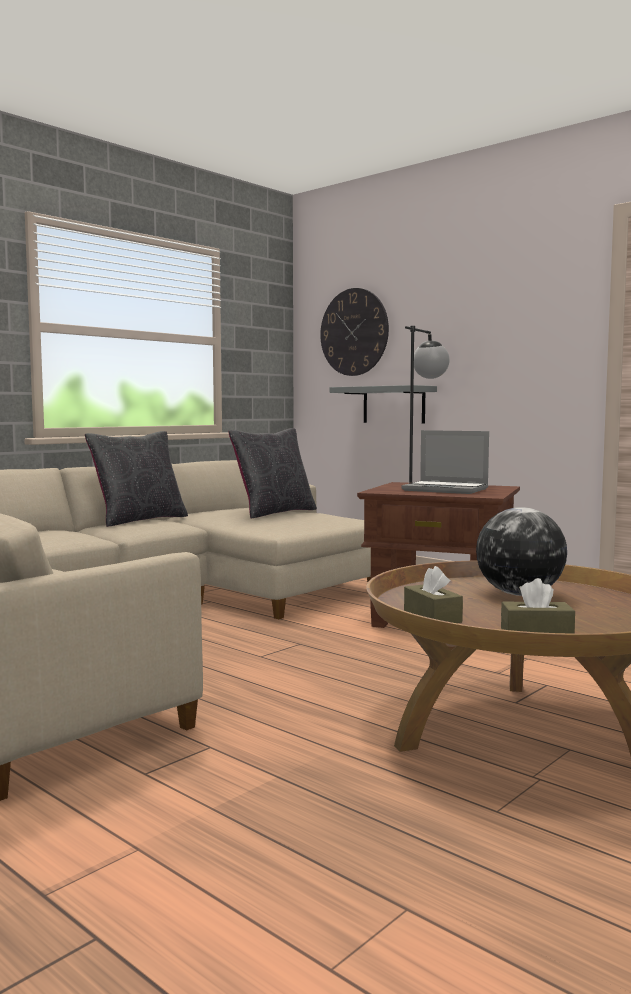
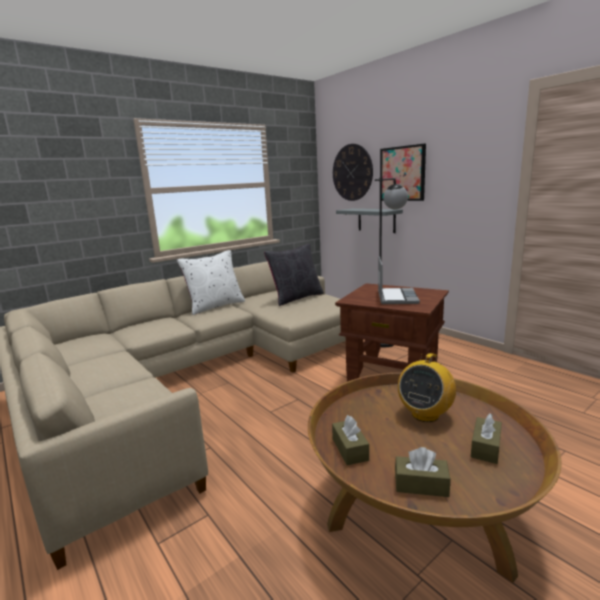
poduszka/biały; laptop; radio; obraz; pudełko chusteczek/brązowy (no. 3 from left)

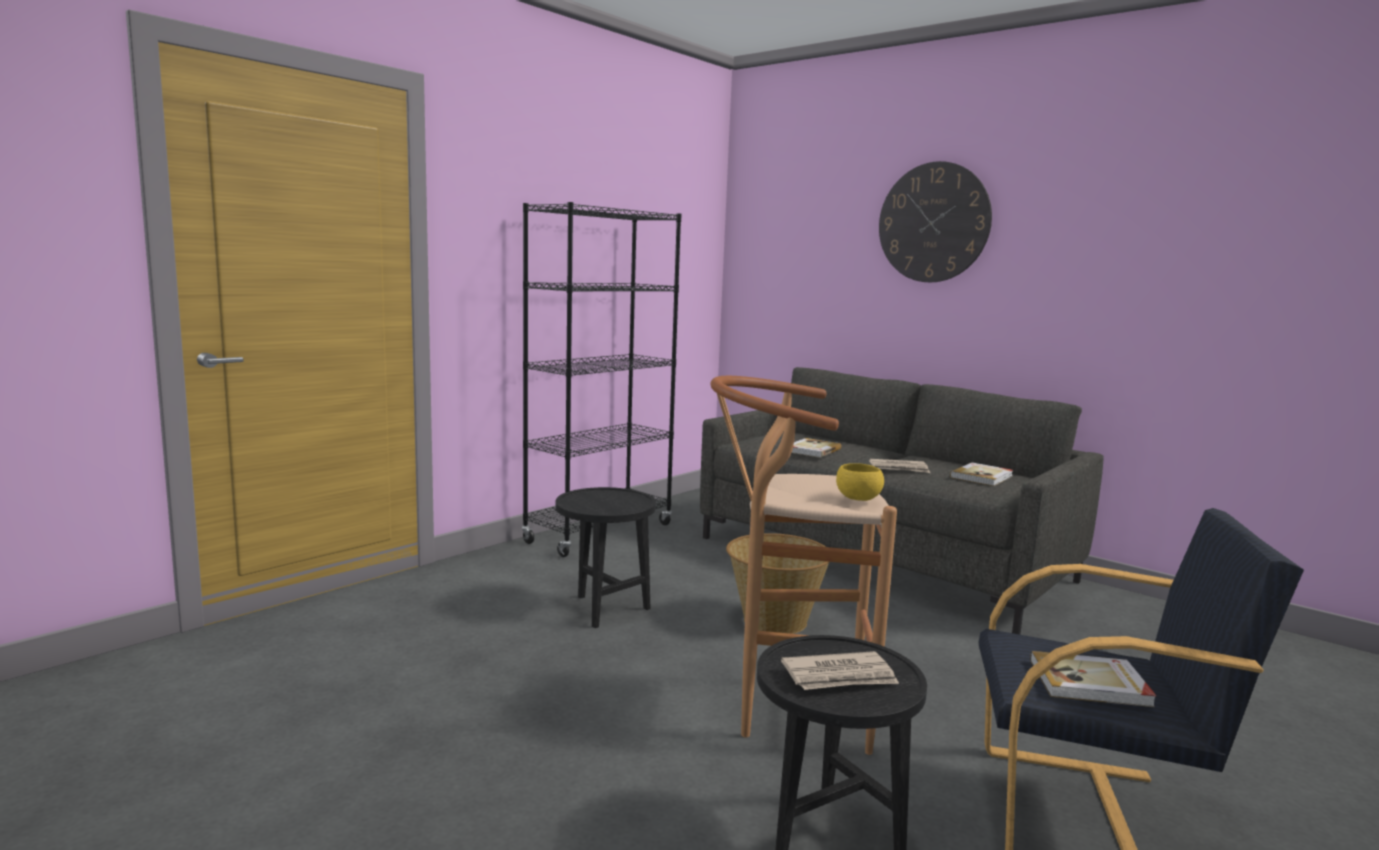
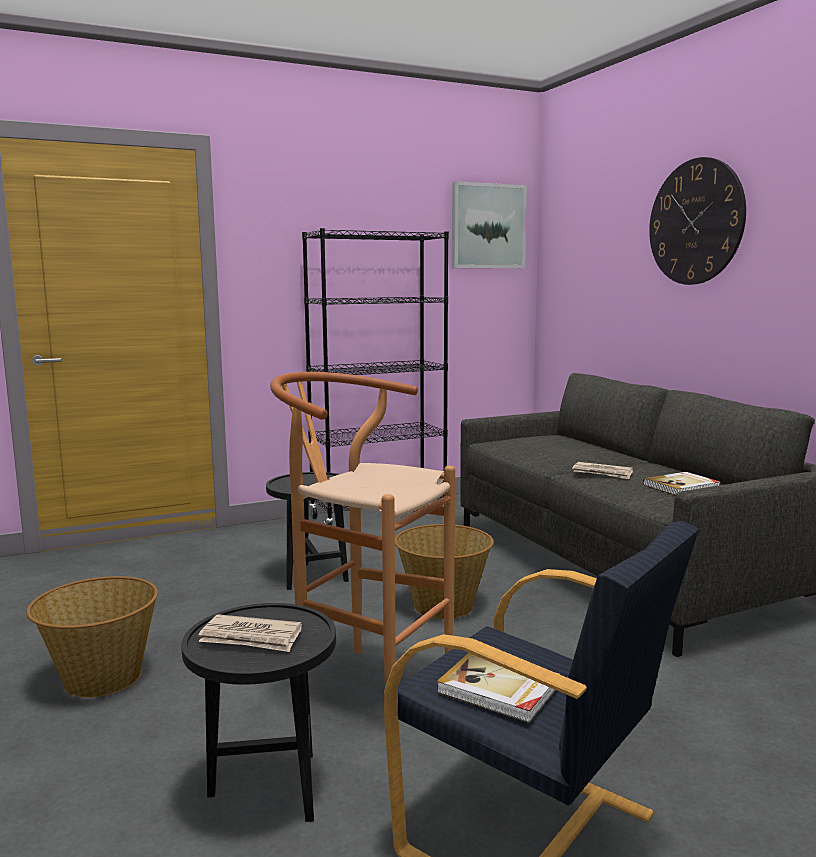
książka (no. 1 from left in the first image); miska/żółty; koszyk (no. 1 from left); obraz

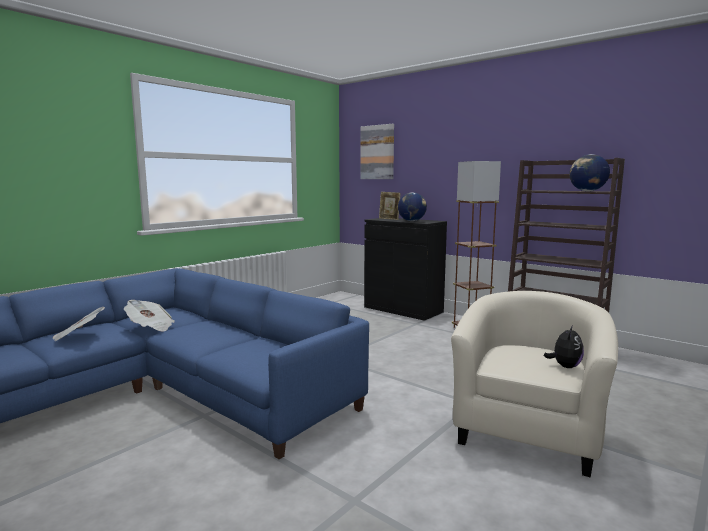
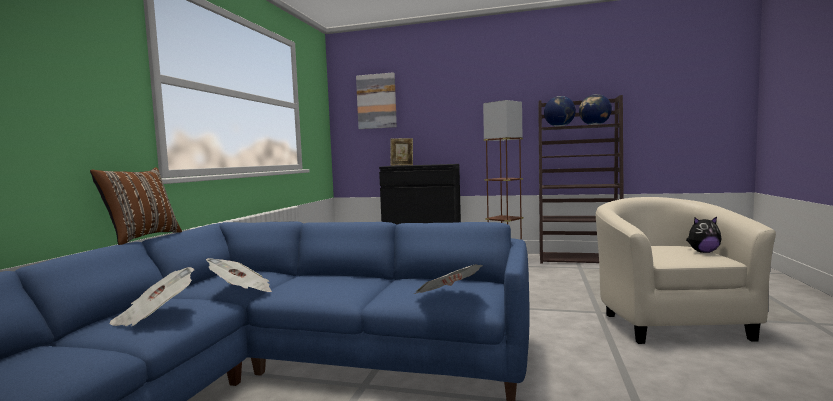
globus (no. 1 from left); pluszak; poduszka/brązowy; gazeta (no. 3 from left)

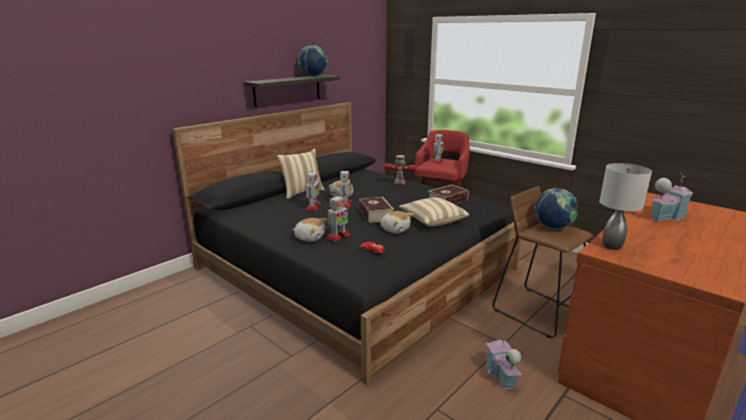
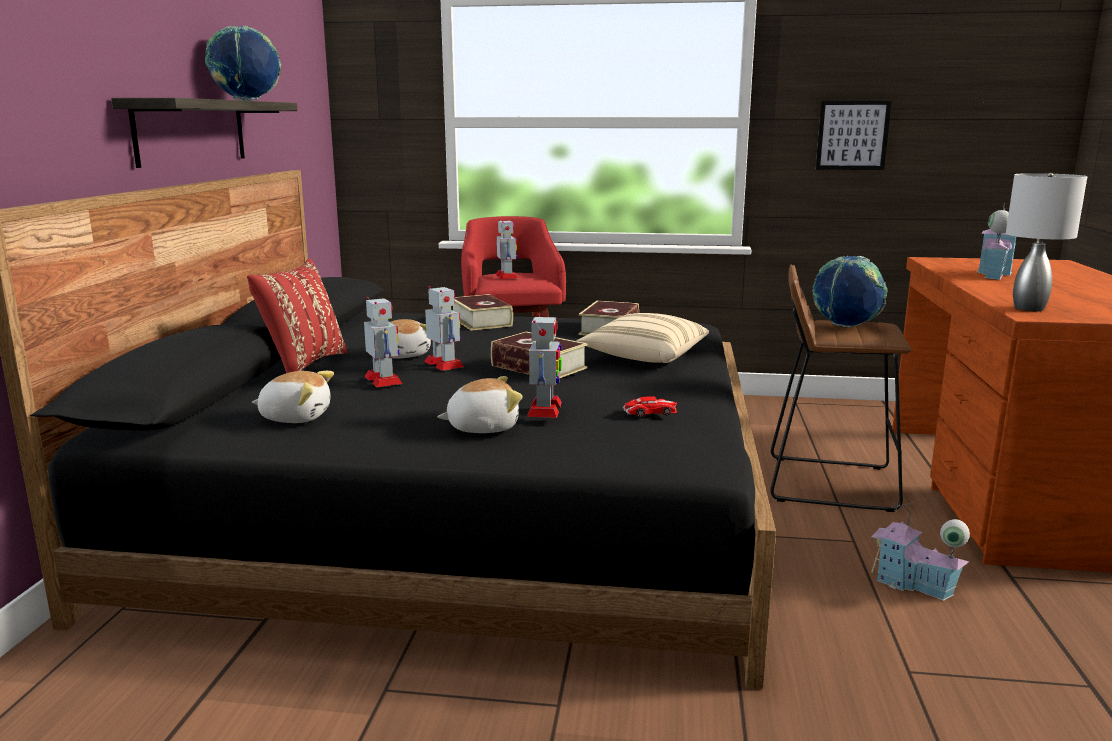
poduszka/czerwony; pluszak (no. 1 from left); książka (no. 1 from left); obraz

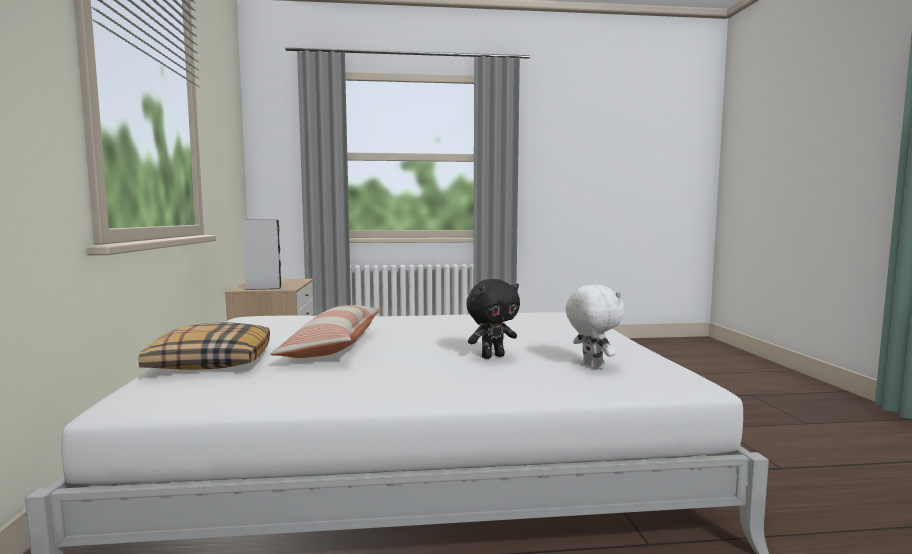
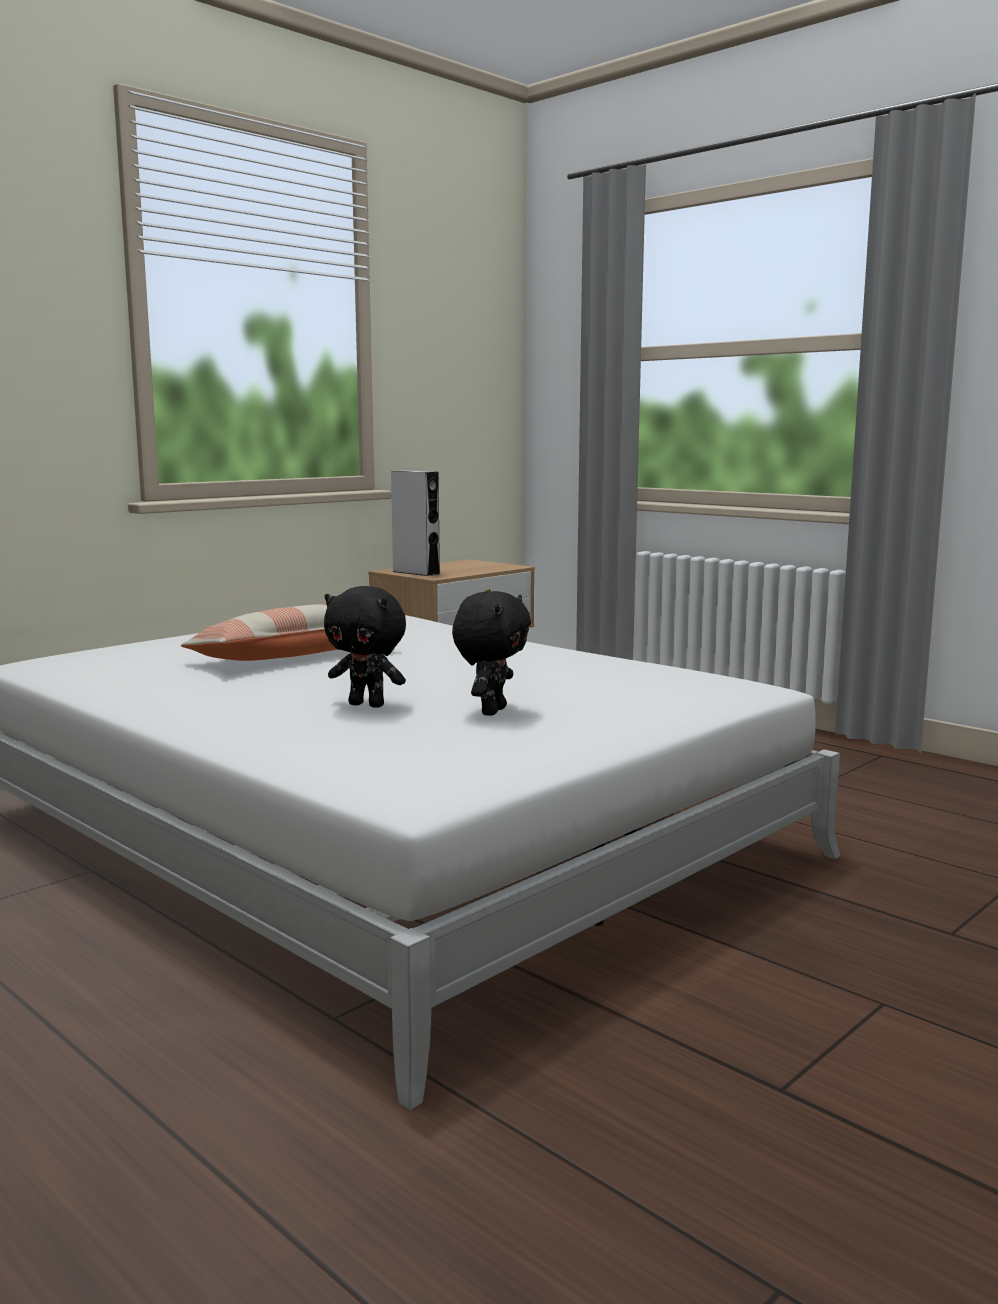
poduszka (no. 1 from left in the first image); pluszak/biały; pluszak/czarny (no. 2 from left)

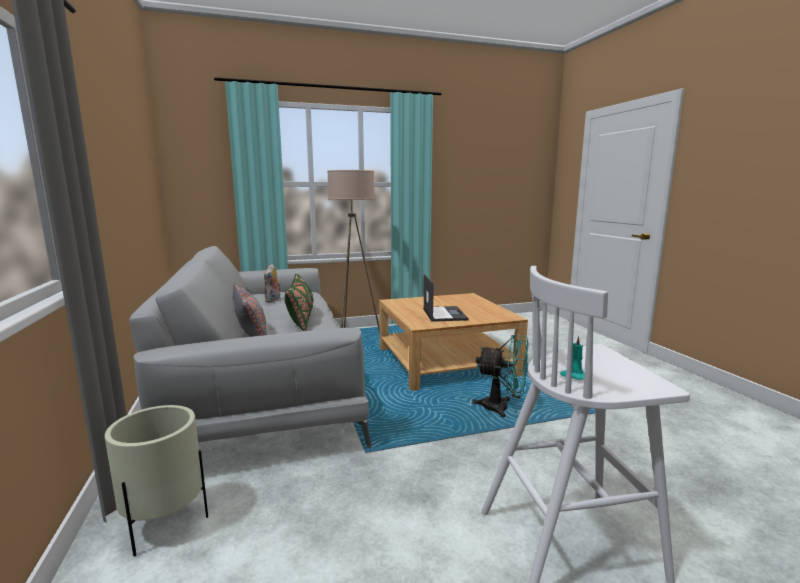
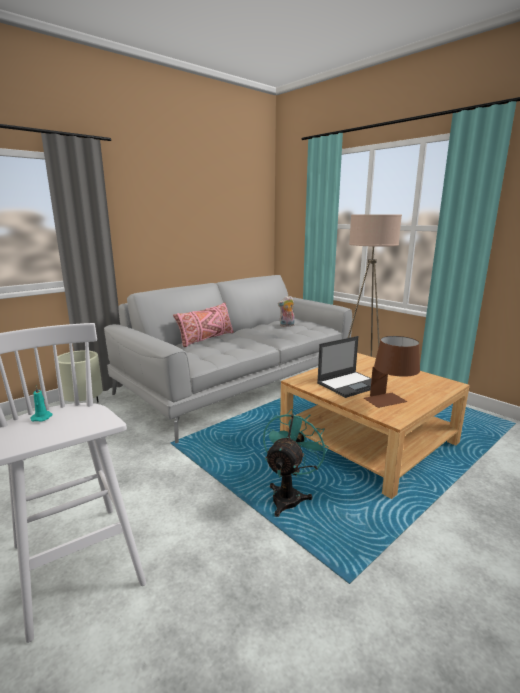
poduszka/różowy; poduszka/zielony; wentylator/turkusowy; lampa stołowa/brązowy

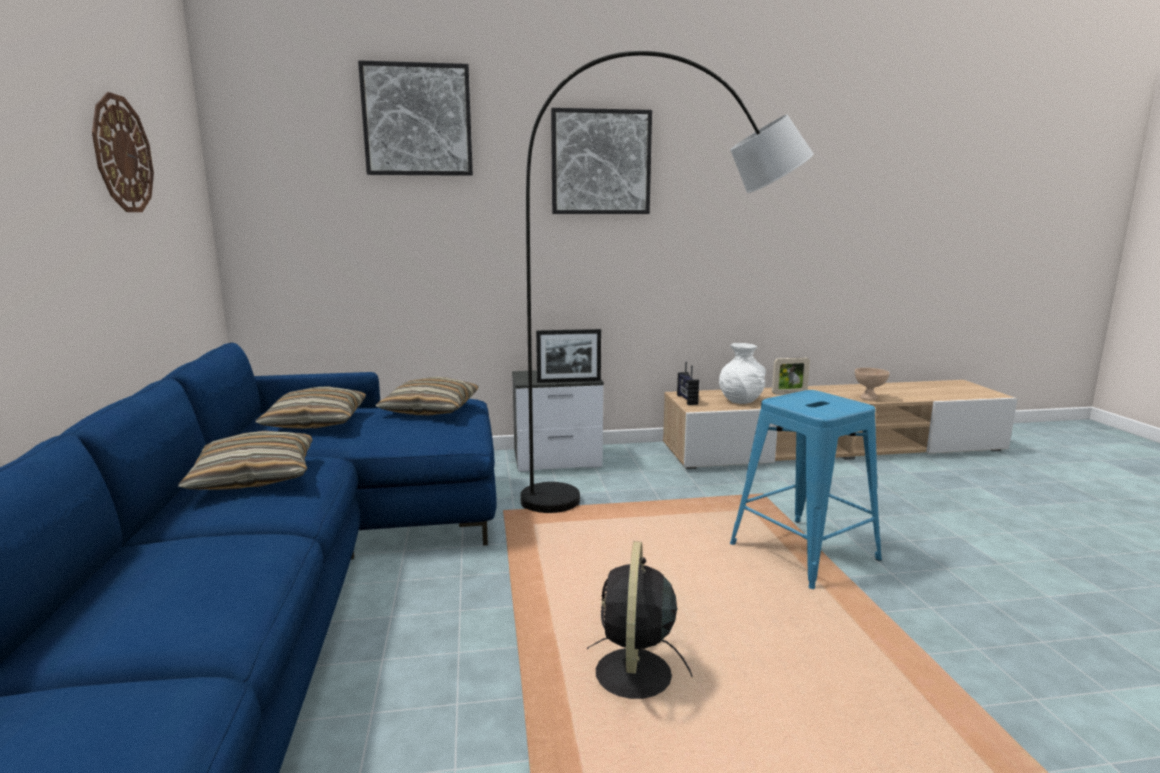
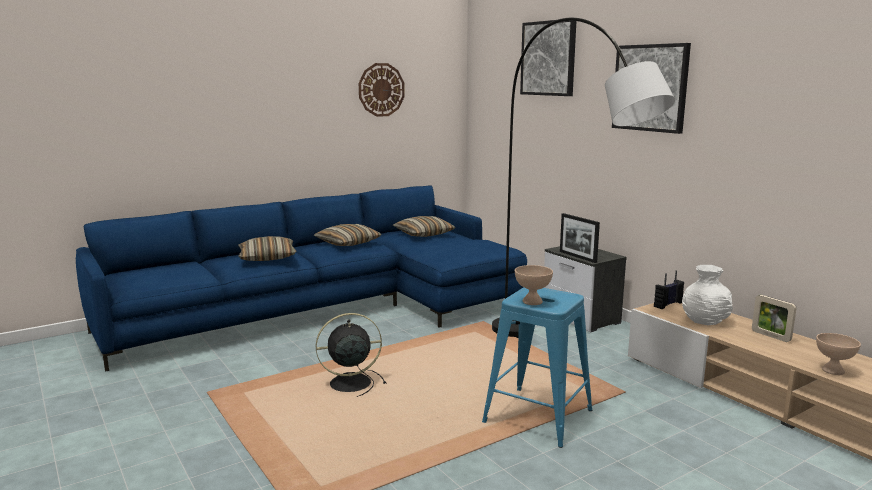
poduszka (no. 1 from left); miska/beżowy (no. 1 from left)

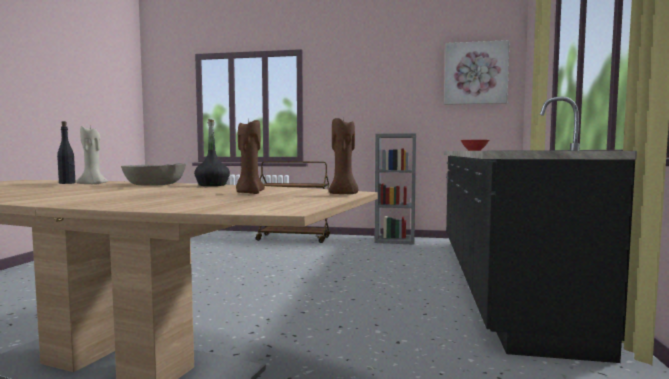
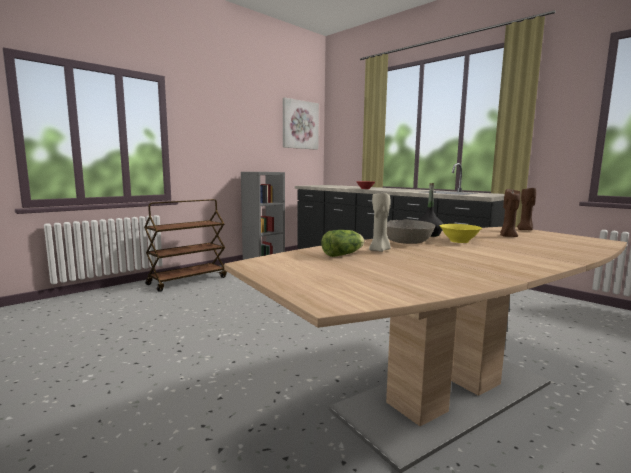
sałata; miska/żółty

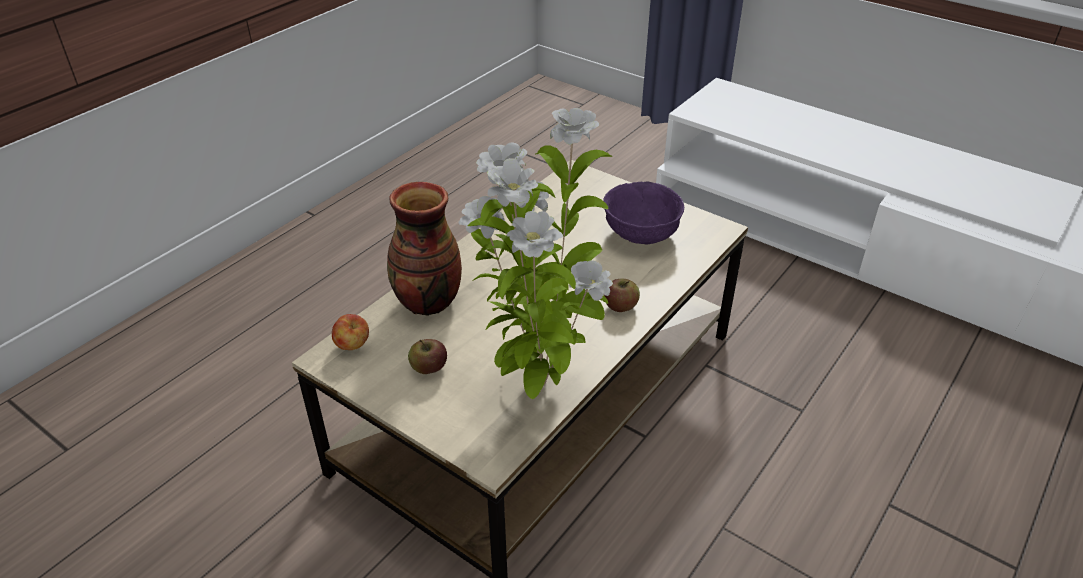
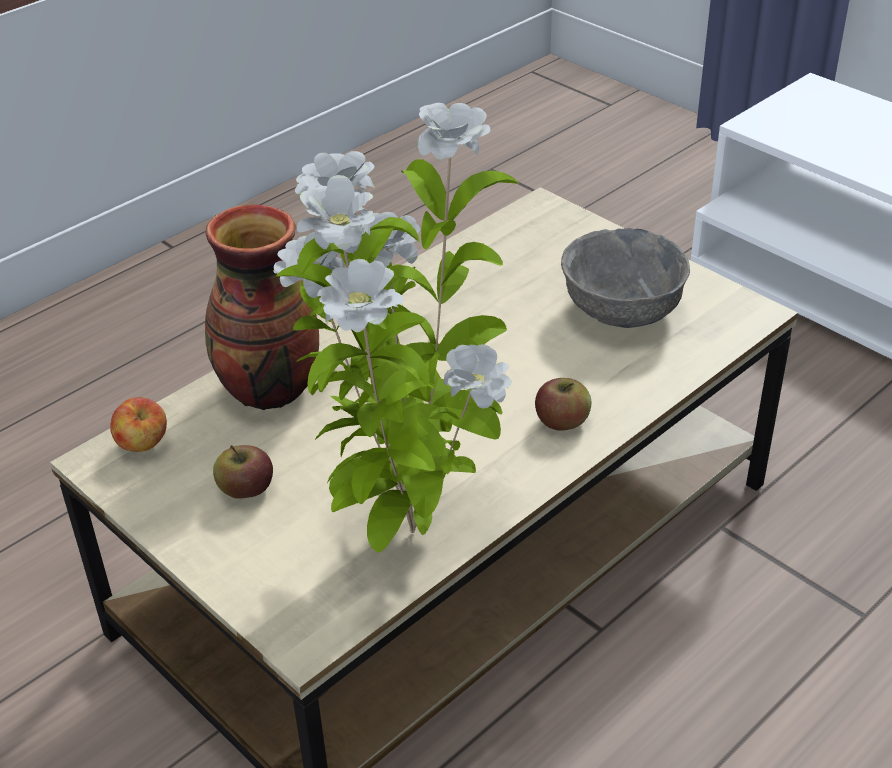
miska/szary

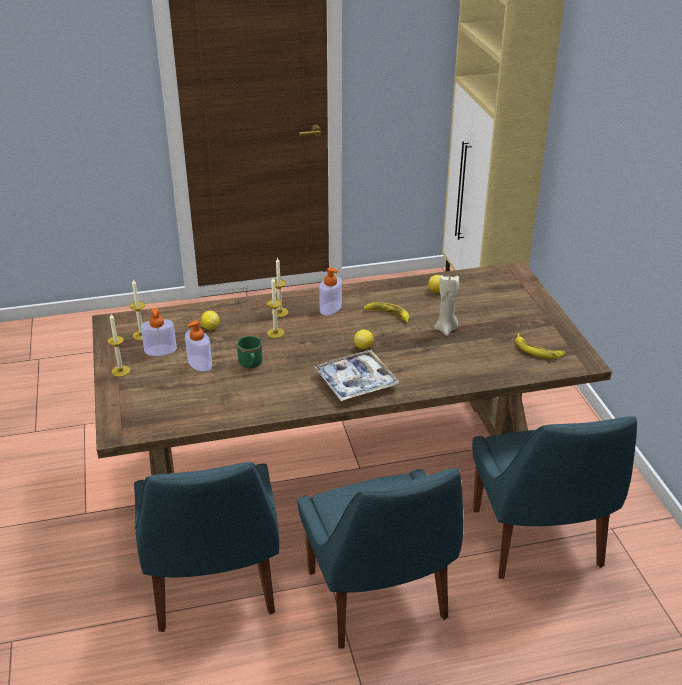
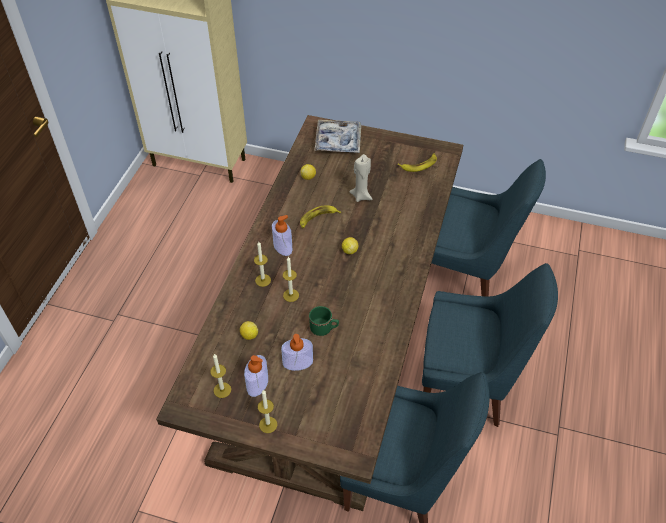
taca

